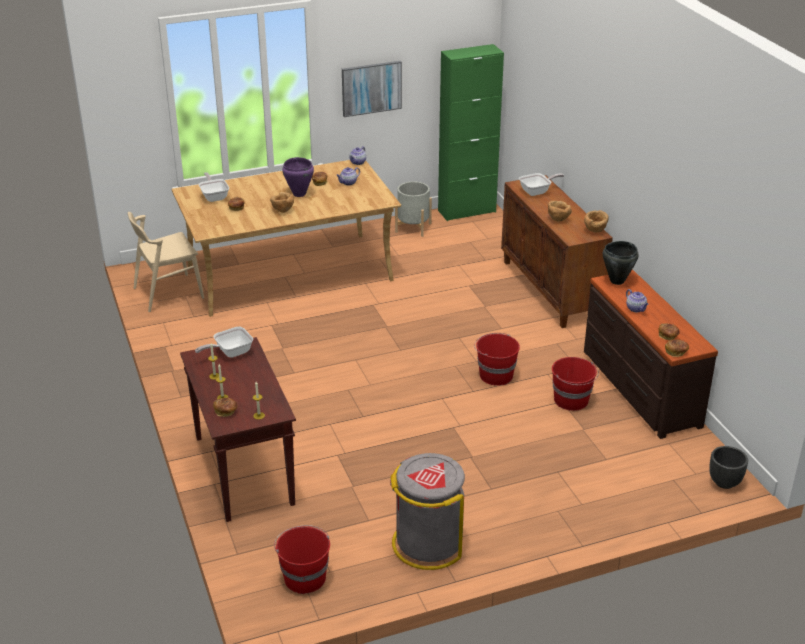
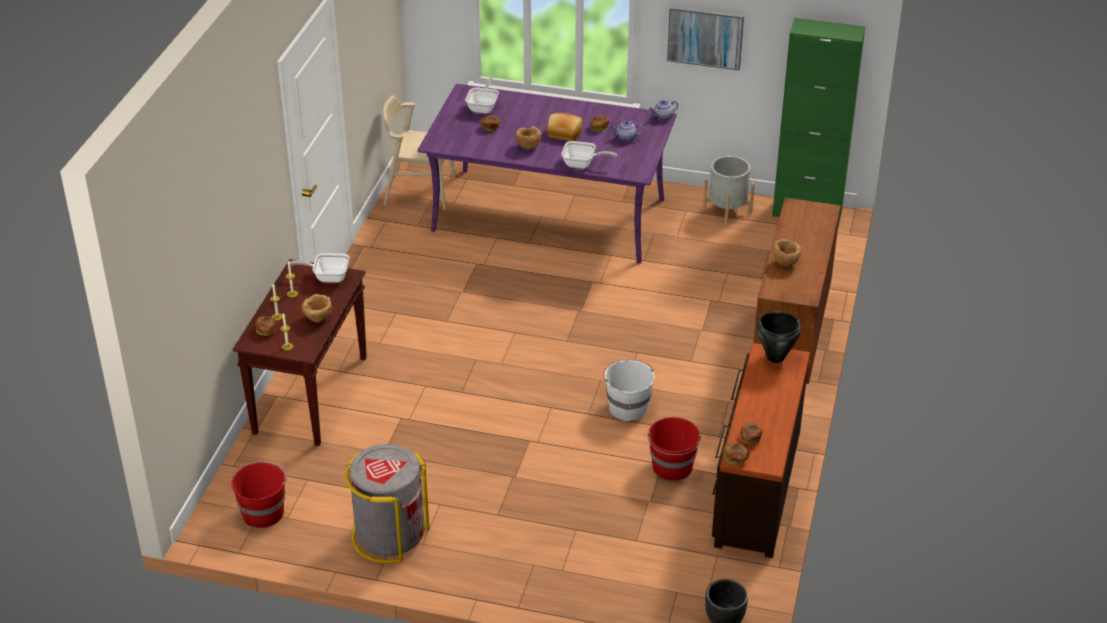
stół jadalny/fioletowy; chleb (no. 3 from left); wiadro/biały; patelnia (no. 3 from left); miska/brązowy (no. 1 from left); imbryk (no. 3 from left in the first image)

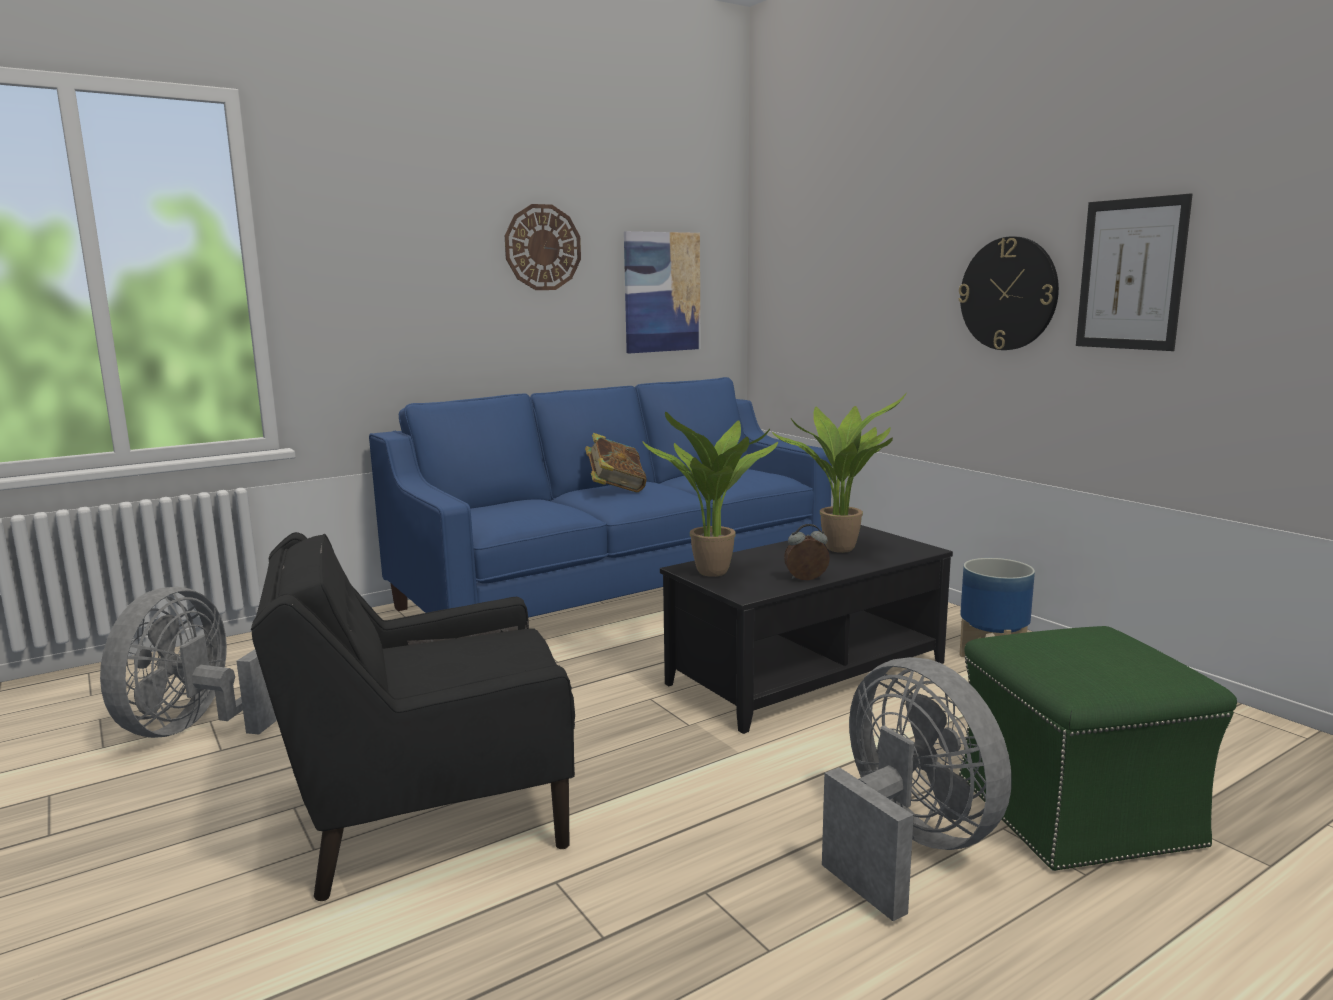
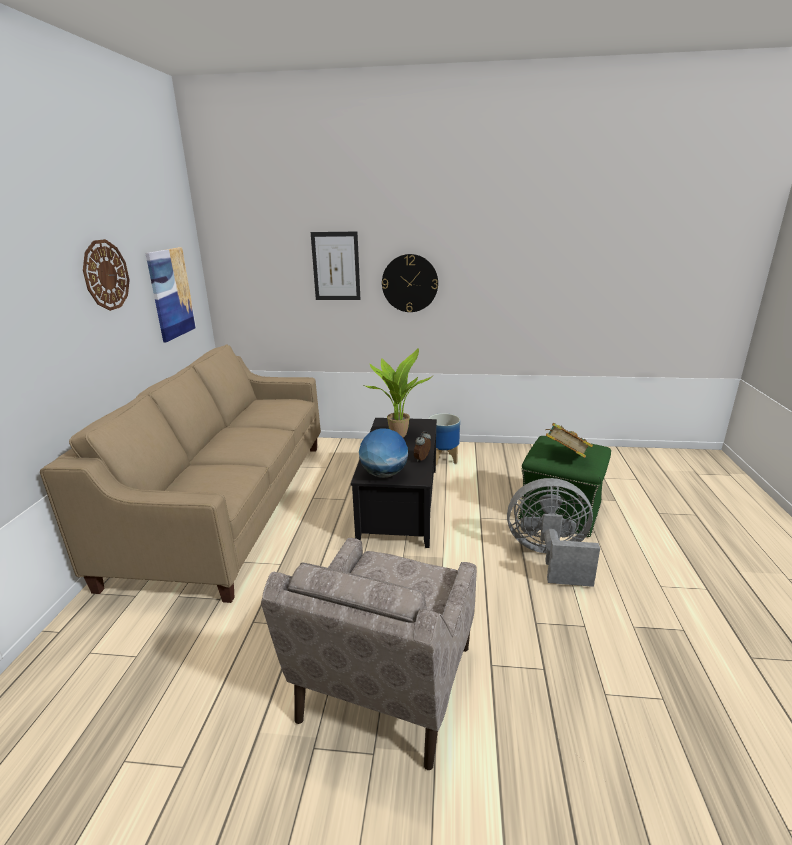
wentylator/szary (no. 1 from left in the first image); fotel/beżowy; kanapa/beżowy; książka; globus; obraz (no. 2 from left)

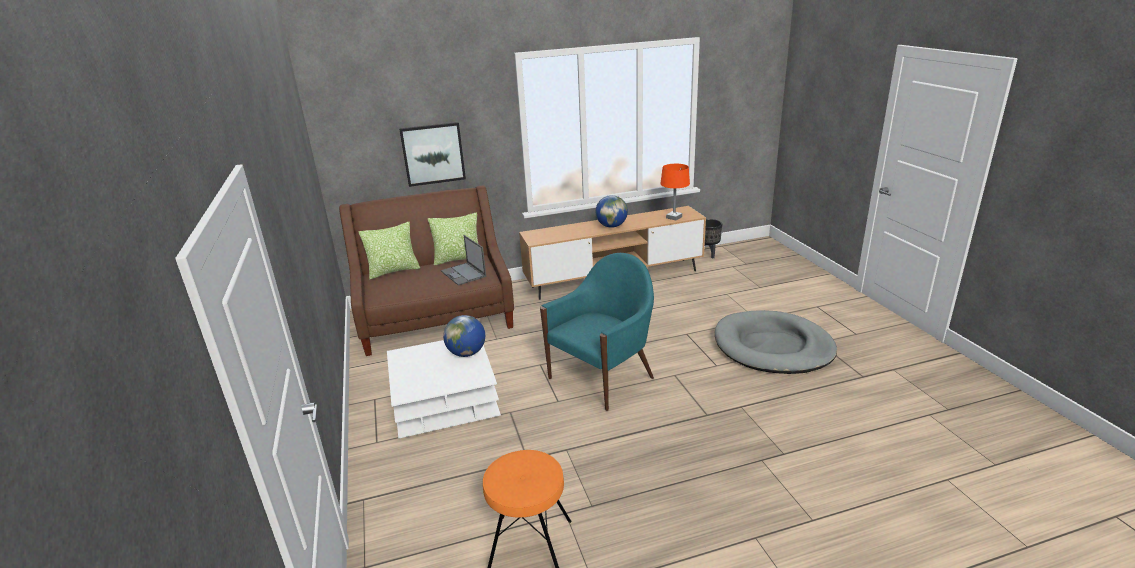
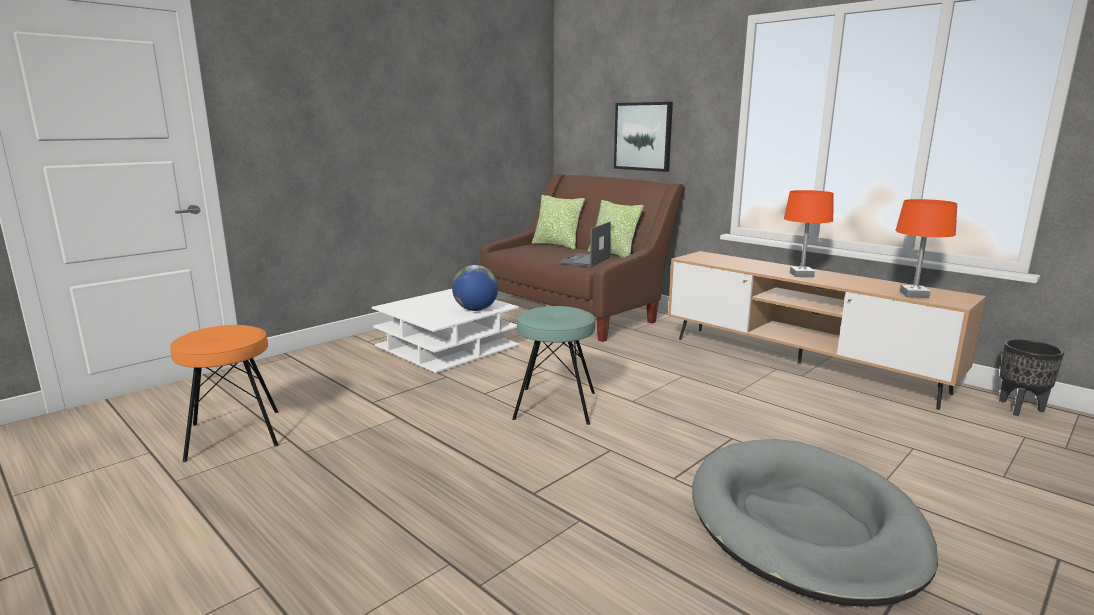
stołek/turkusowy; lampa stołowa/pomarańczowy (no. 1 from left)

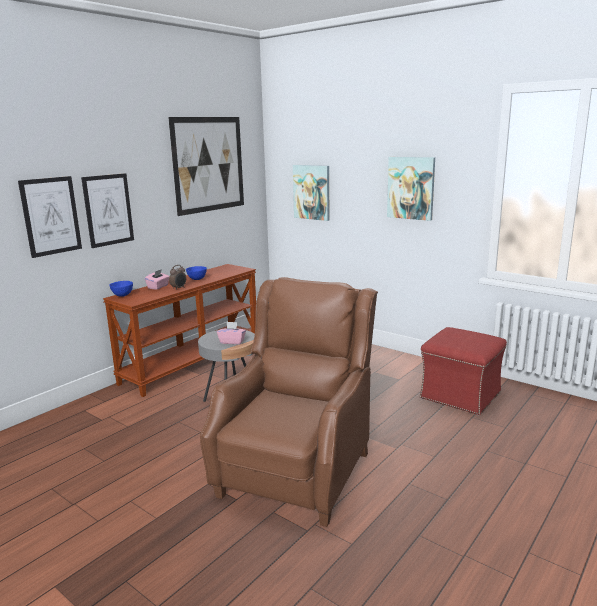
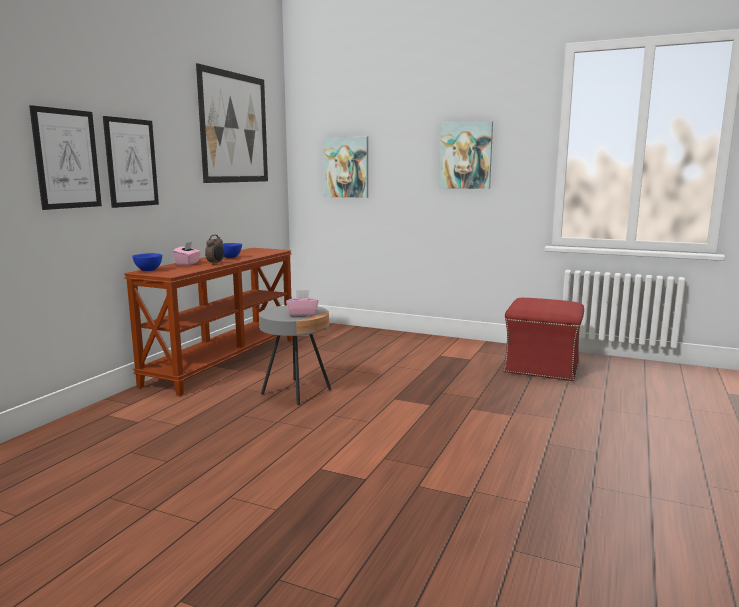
fotel/brązowy

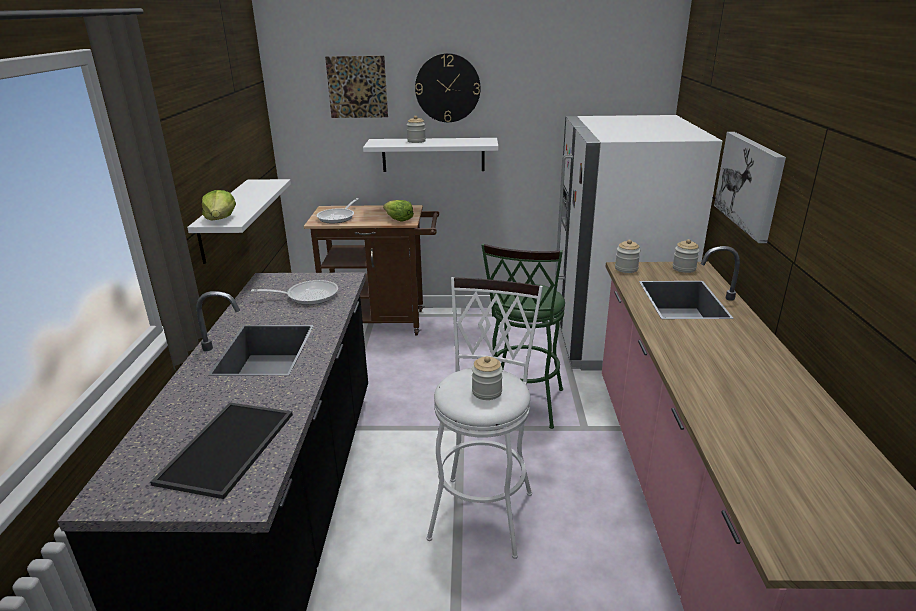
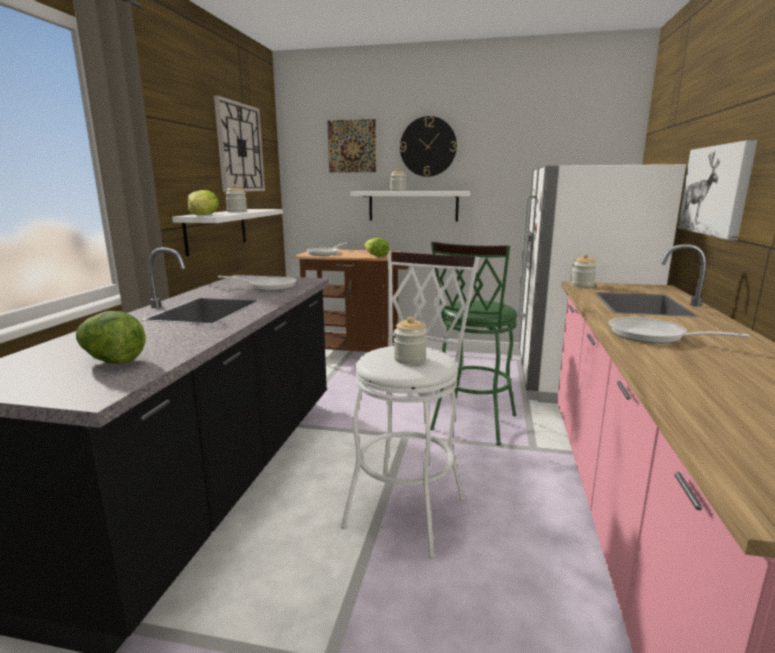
sałata (no. 1 from left); słoik (no. 1 from left); zegar ścienny (no. 1 from left); patelnia (no. 3 from left)

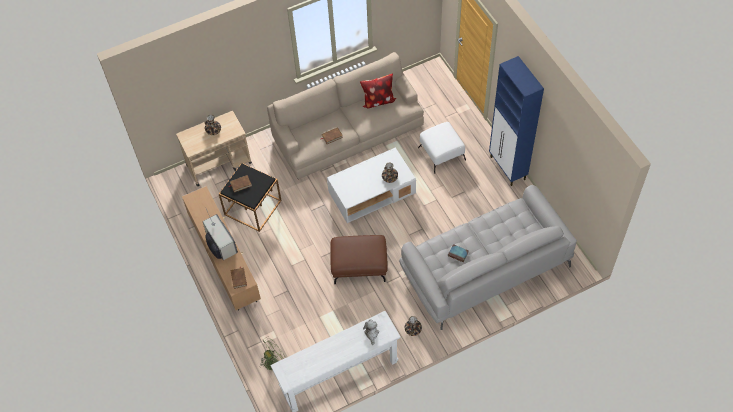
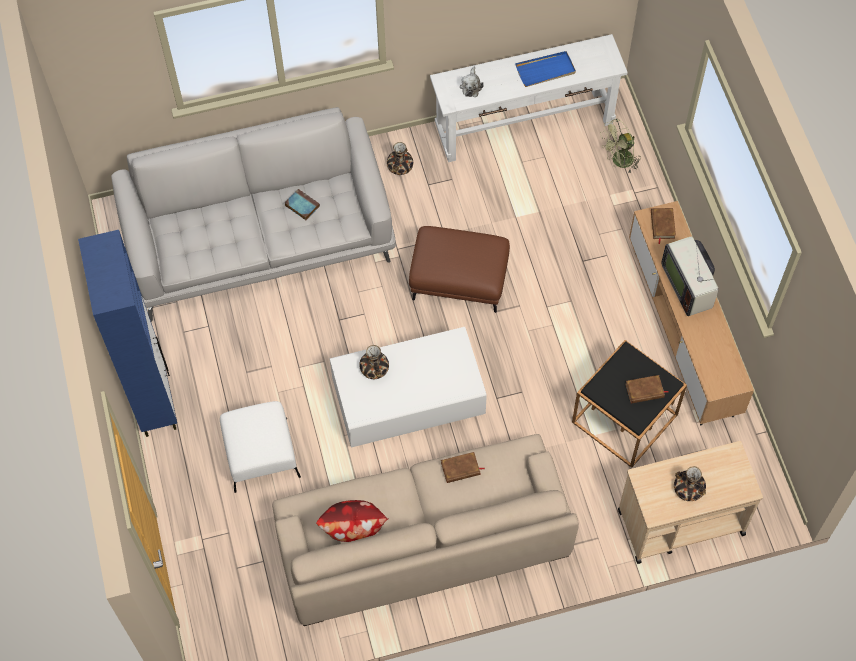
taca/niebieski

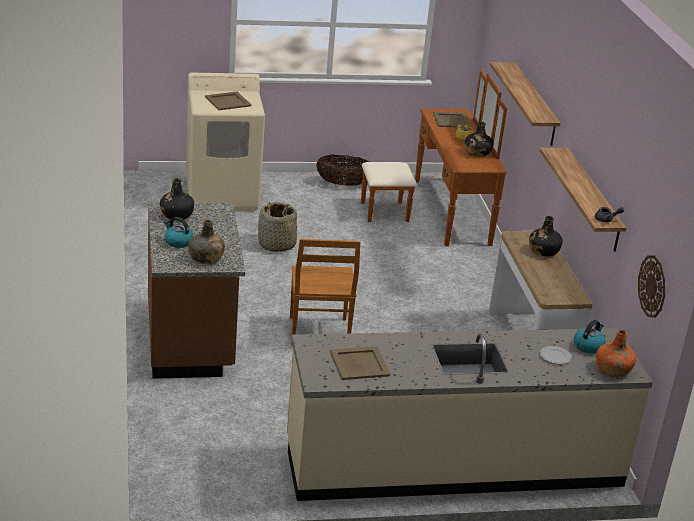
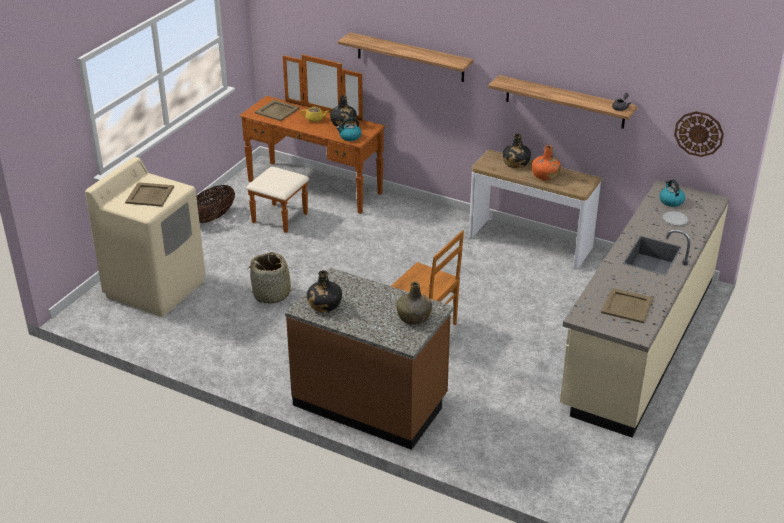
czajnik (no. 1 from left); butelka/pomarańczowy

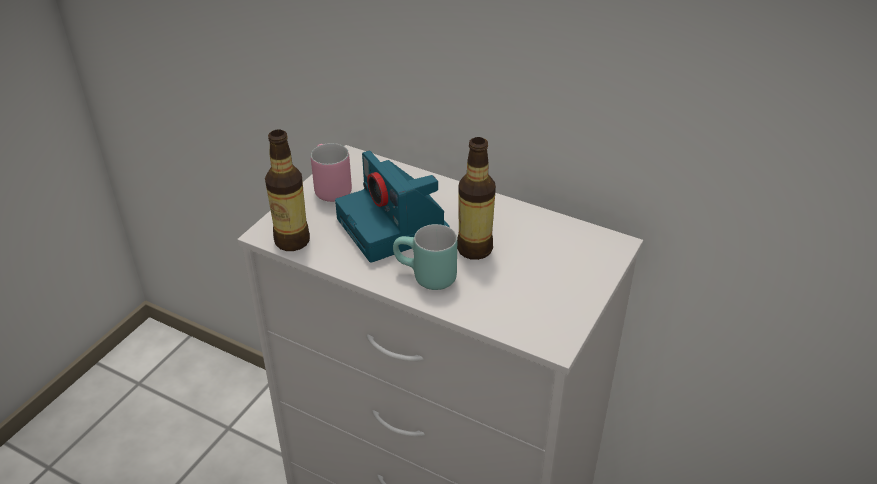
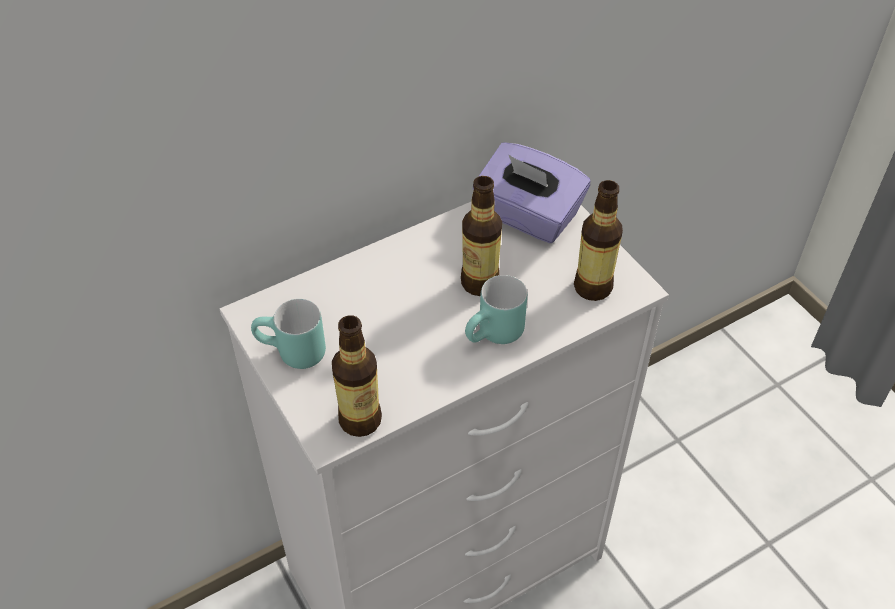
kubek/turkusowy (no. 1 from left); aparat fotograficzny; pudełko chusteczek/fioletowy; butelka (no. 3 from left)

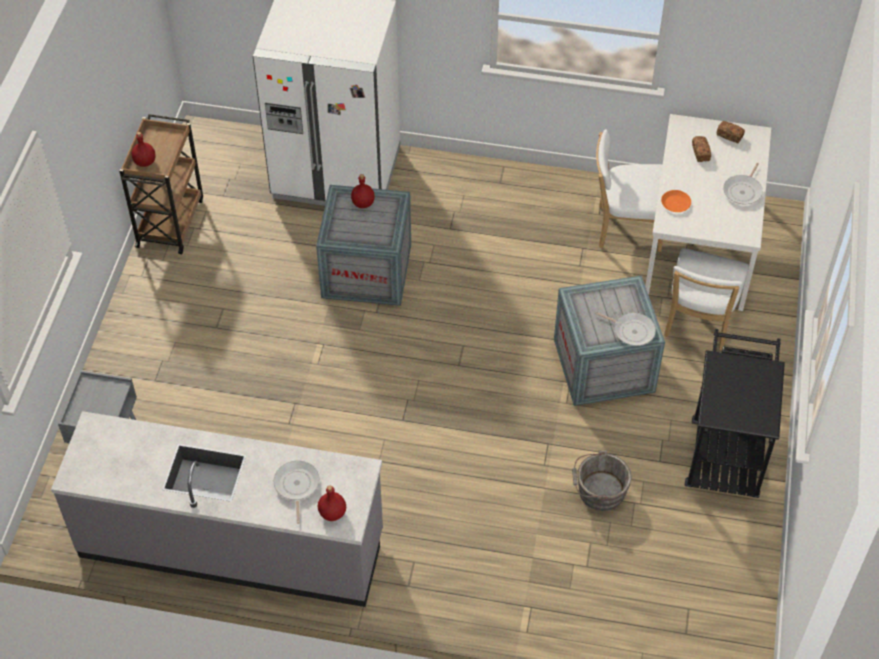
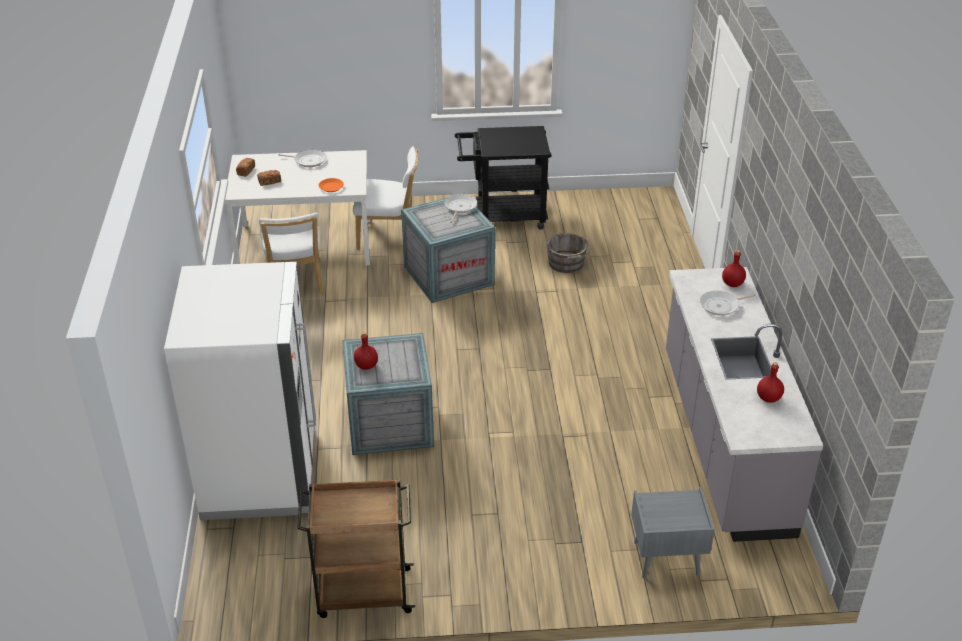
butelka/czerwony (no. 3 from left)

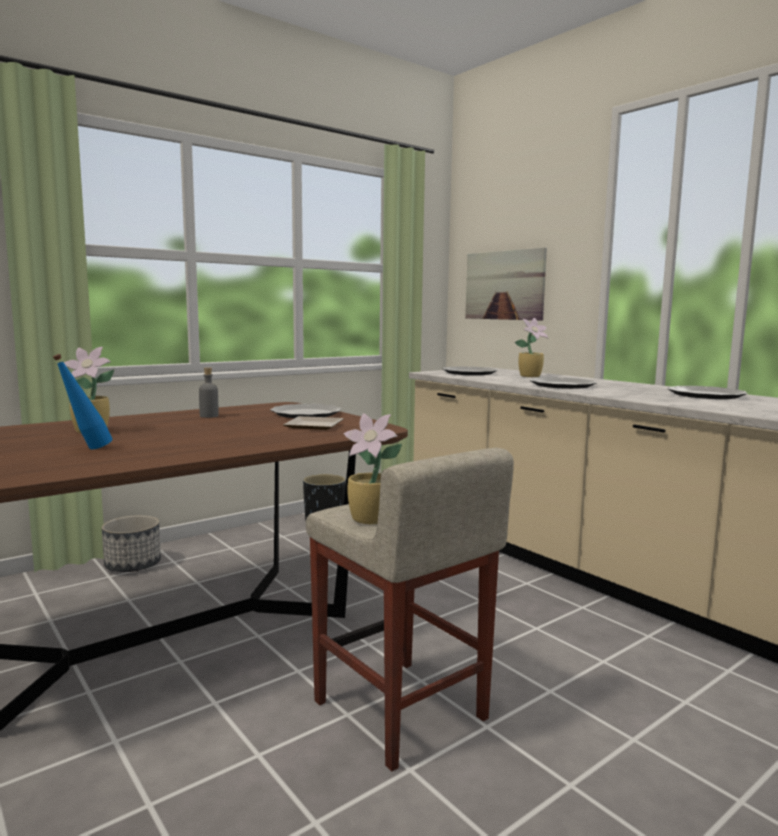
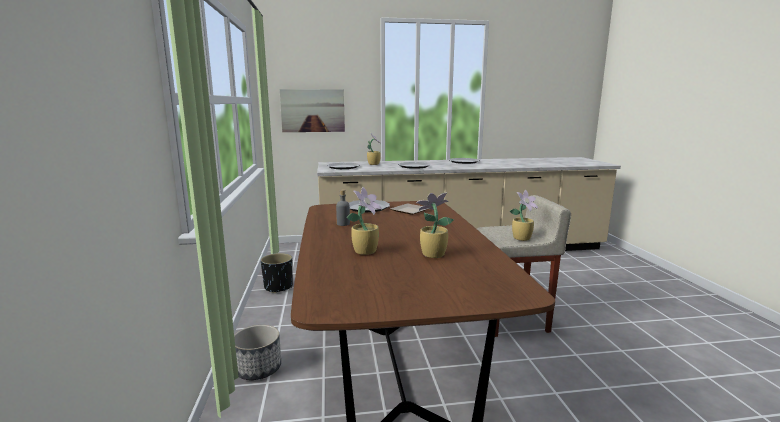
roślina doniczkowa (no. 3 from left)

